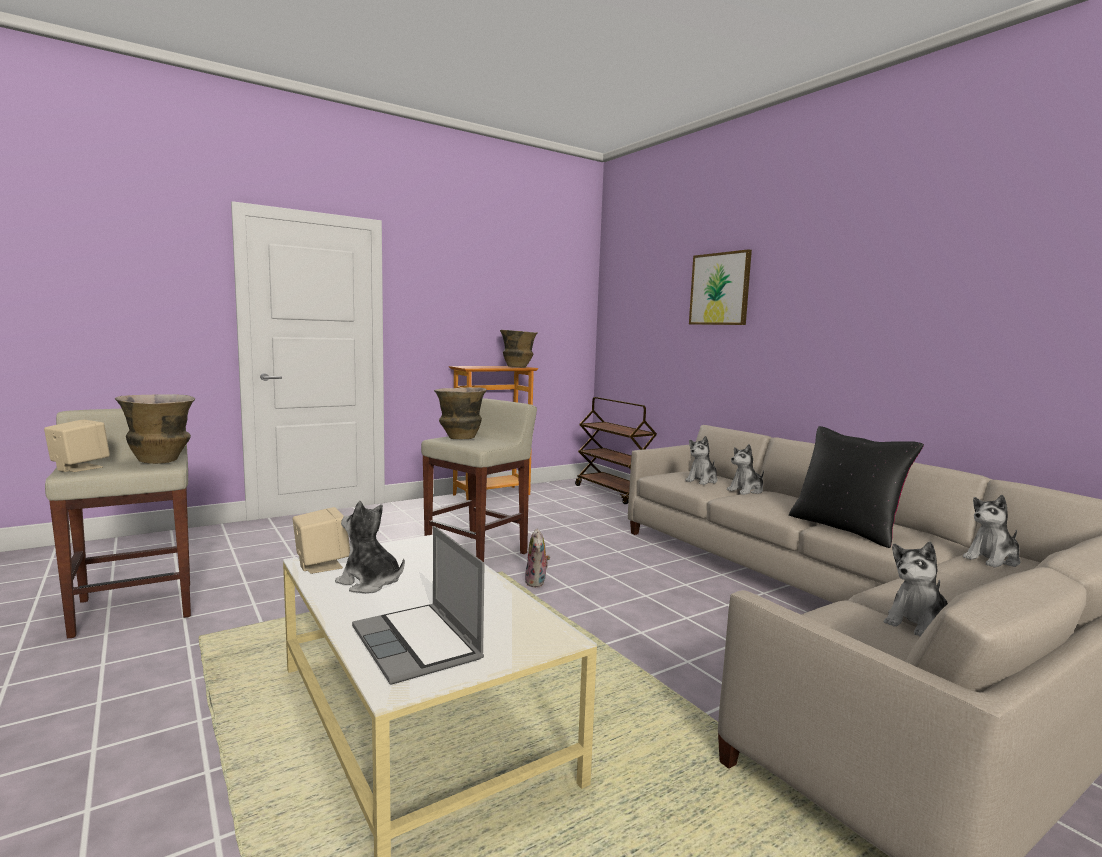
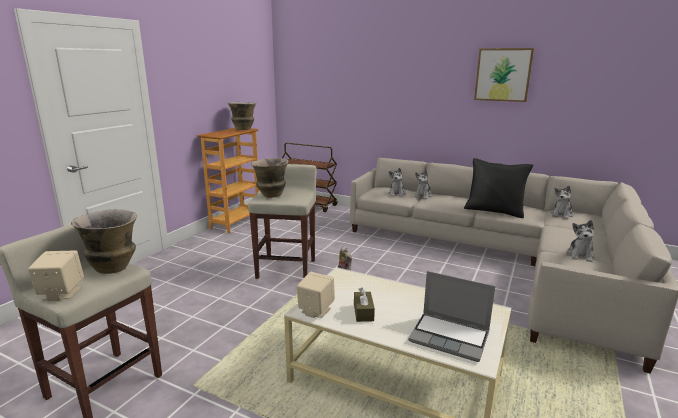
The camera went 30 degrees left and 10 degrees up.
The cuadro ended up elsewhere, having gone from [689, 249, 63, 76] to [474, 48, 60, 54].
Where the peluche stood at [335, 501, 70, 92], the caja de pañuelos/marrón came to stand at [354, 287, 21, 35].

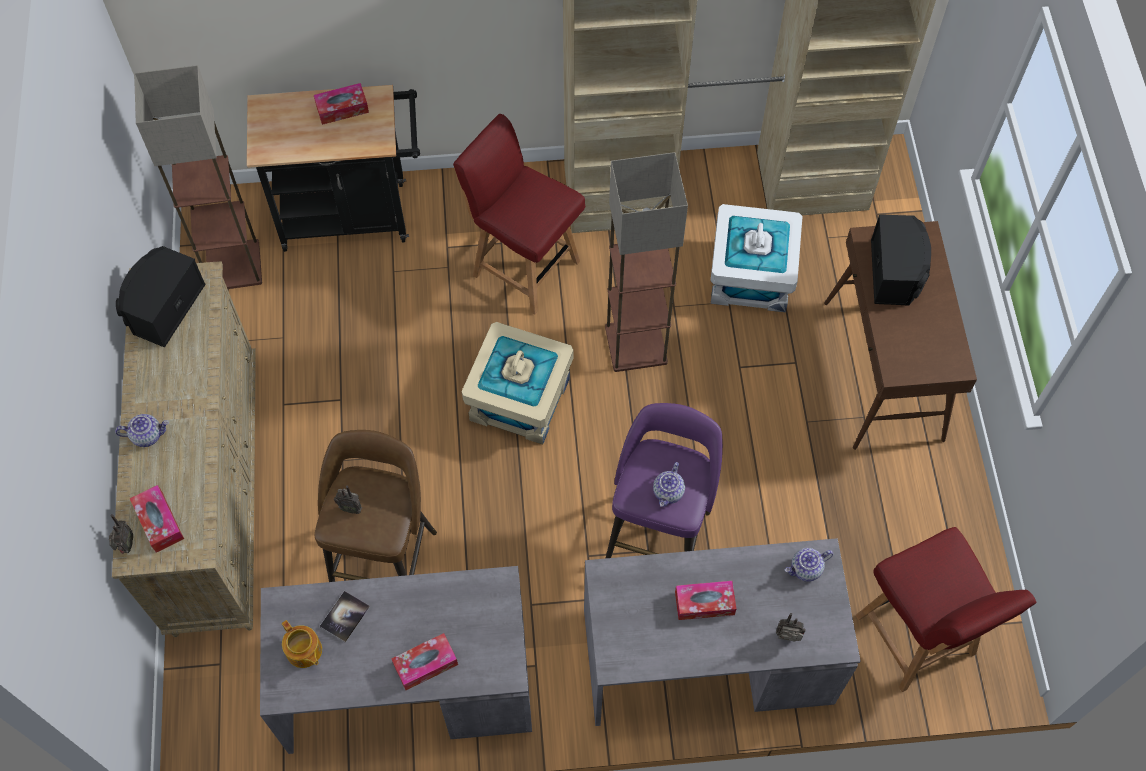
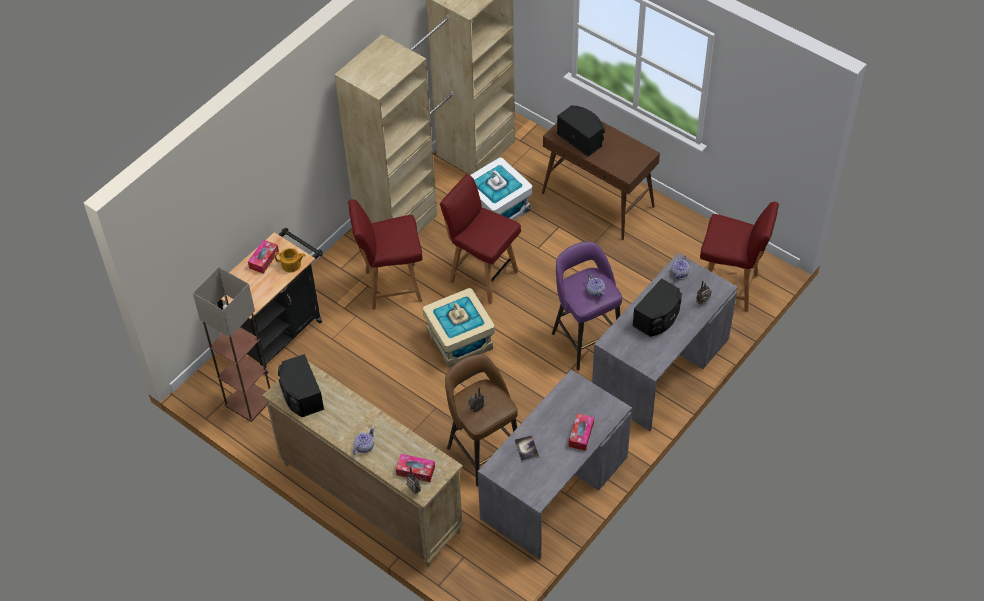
The camera went 45 degrees left and 10 degrees down.
Where the lámpara de pie stood at [605, 152, 83, 220], the silla/rojo came to stand at [440, 174, 81, 130].
Where the caja de pañuelos stood at [675, 581, 62, 39], the altavoz/negro came to stand at [632, 278, 50, 59].
The tetera ended up elsewhere, having gone from [282, 620, 40, 48] to [275, 248, 31, 25].

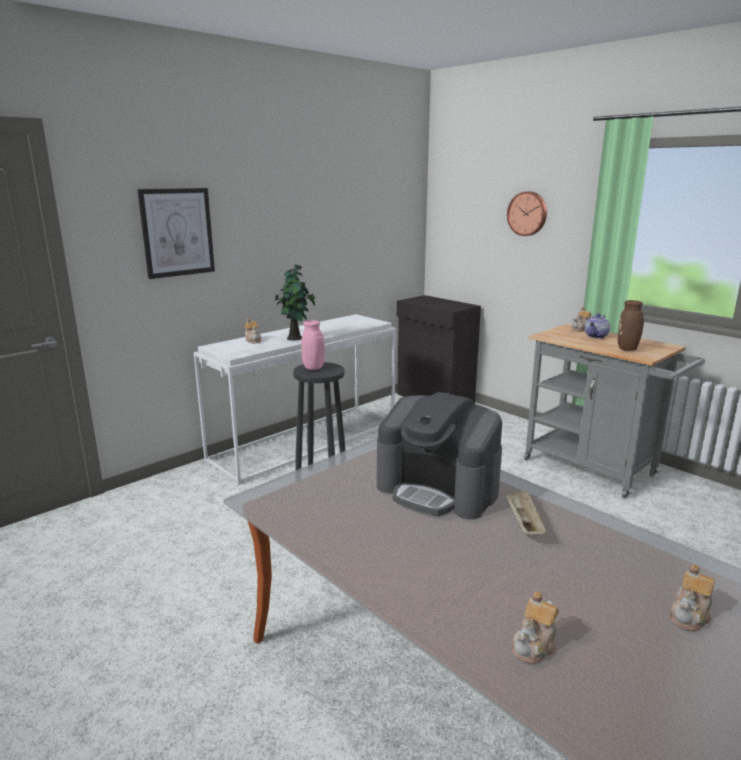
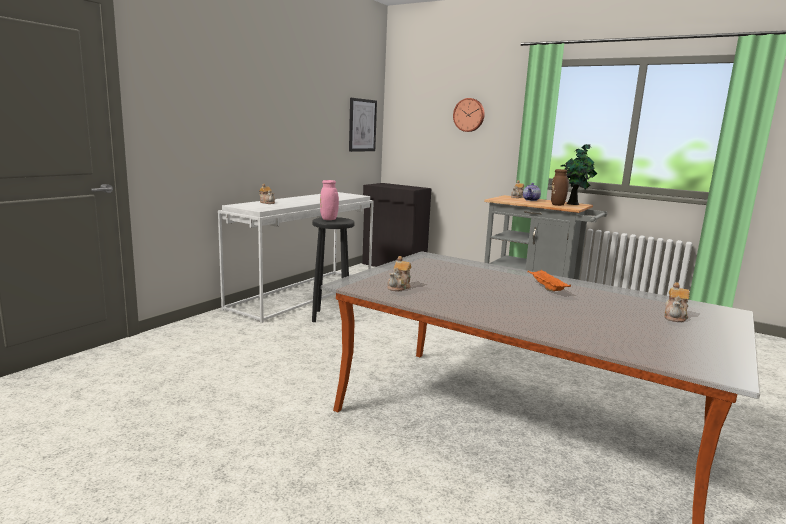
The camera went 15 degrees left and 5 degrees down.
The cuadro ended up elsewhere, having gone from [137, 188, 78, 91] to [349, 98, 28, 54].
The planta en maceta ended up elsewhere, having gone from [275, 264, 40, 76] to [561, 144, 36, 61].
The second view lost the cafetera at [377, 392, 125, 127].
What was the bandeja/beis at [505, 490, 42, 46] turned into the bandeja/naranja at [528, 270, 43, 21].
The tetera ended up elsewhere, having gone from [512, 591, 47, 73] to [387, 256, 24, 35].

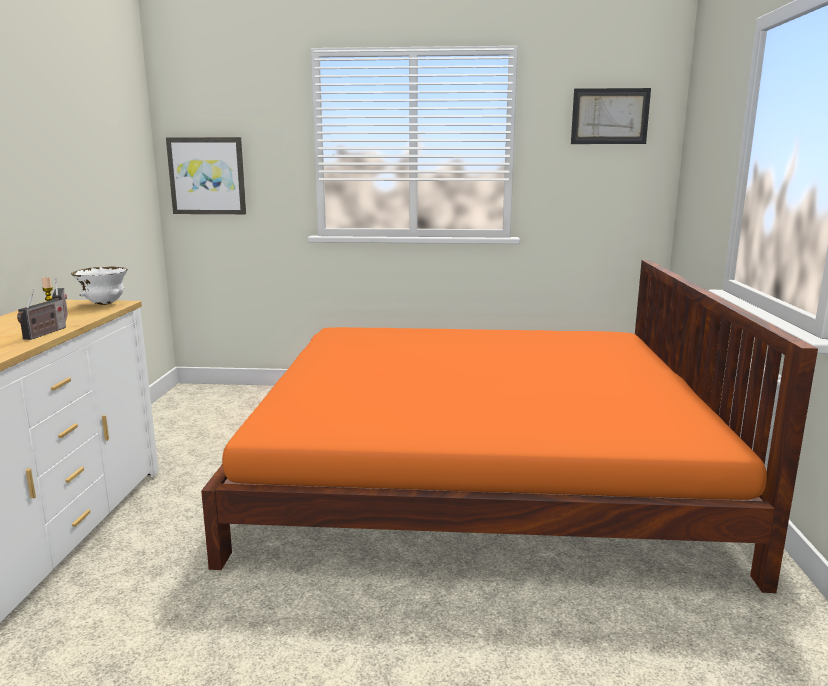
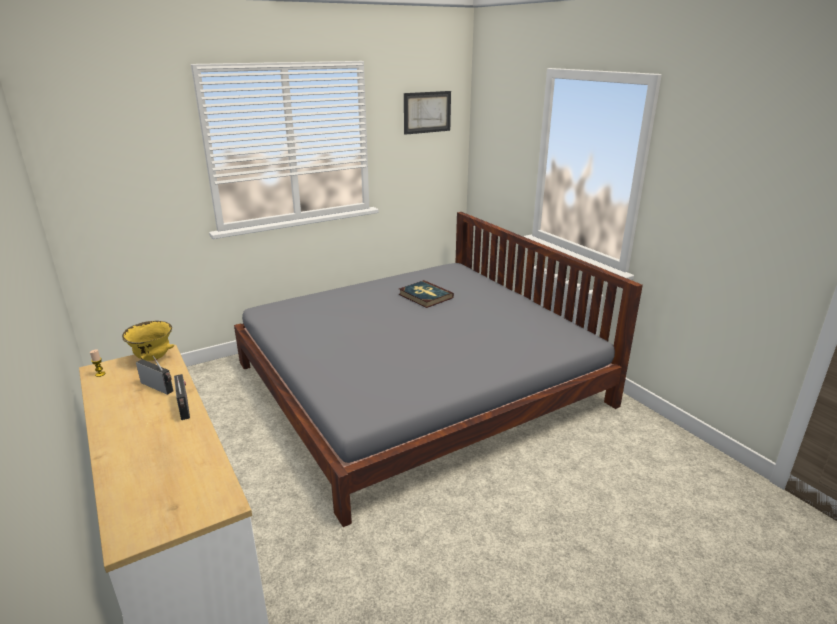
The camera went 35 degrees left and 10 degrees up.
The second view lost the cuadro at [166, 137, 80, 77].
What was the cama/naranja at [201, 260, 617, 333] turned into the cama/gris at [234, 212, 409, 315].
What was the cuenco/blanco at [71, 267, 57, 38] turned into the cuenco/amarillo at [122, 321, 52, 40].
The second view gained the libro at [399, 280, 55, 28].

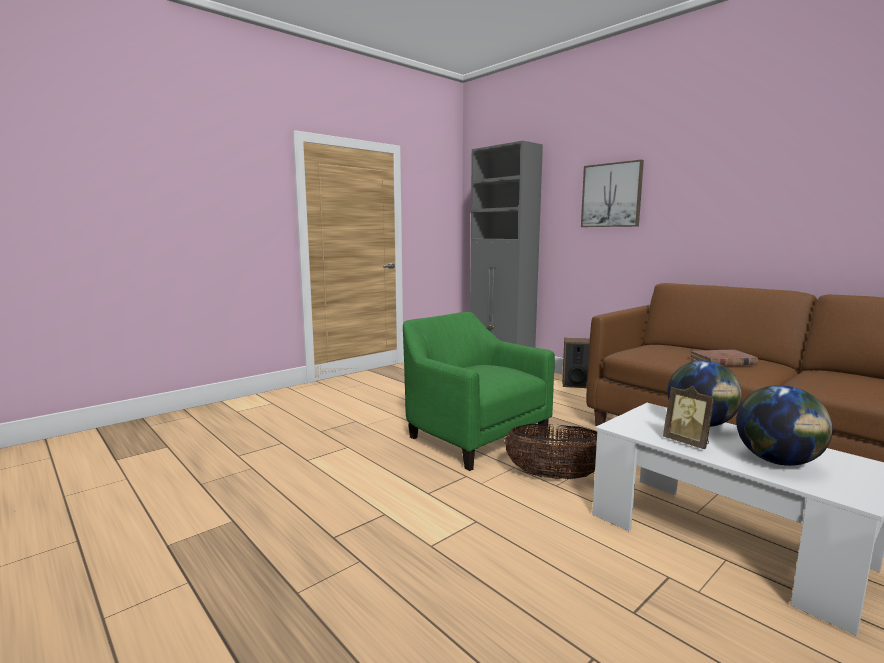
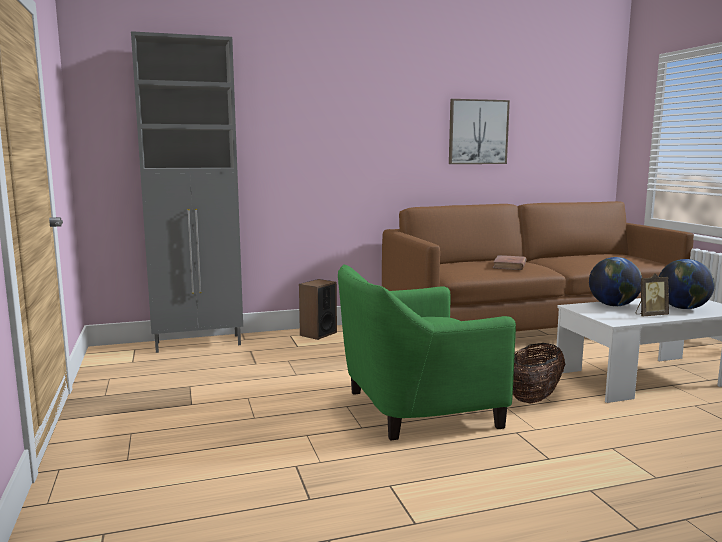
The camera went 65 degrees left and 0 degrees up.
The cuadro ended up elsewhere, having gone from [581, 160, 63, 67] to [449, 99, 61, 65].

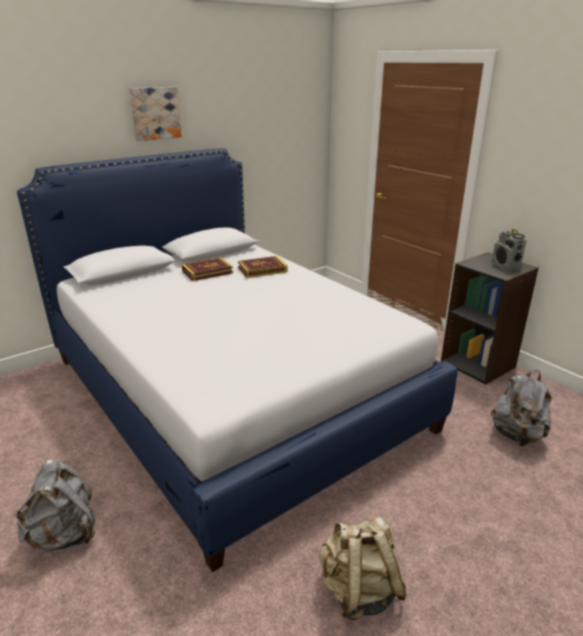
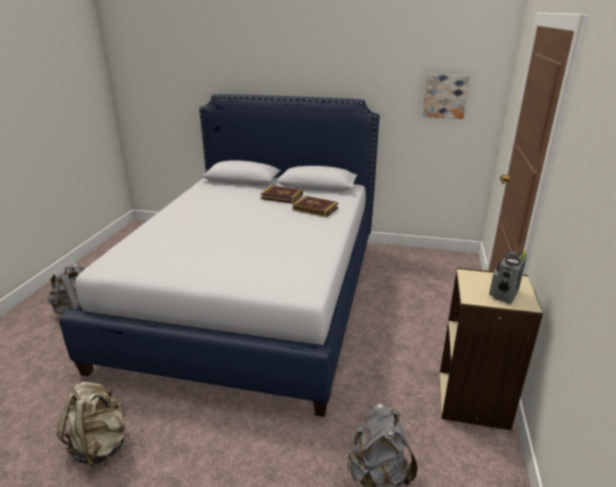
The camera went 50 degrees right and 0 degrees up.
The cuadro ended up elsewhere, having gone from [129, 87, 53, 54] to [422, 75, 48, 44].
What was the estantería/negro at [441, 252, 98, 133] turned into the estantería/beis at [440, 268, 103, 162].

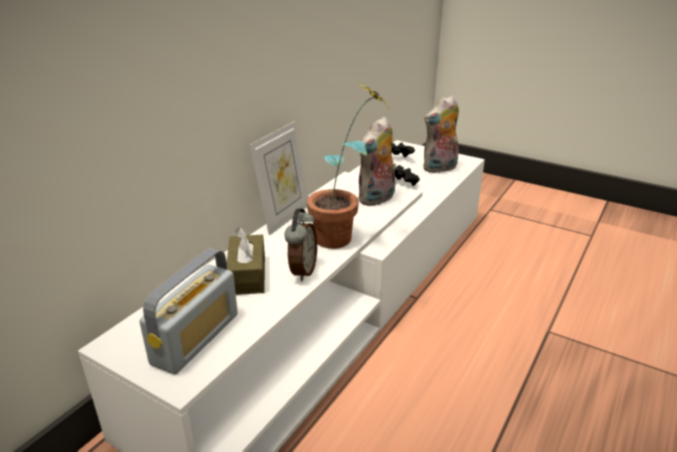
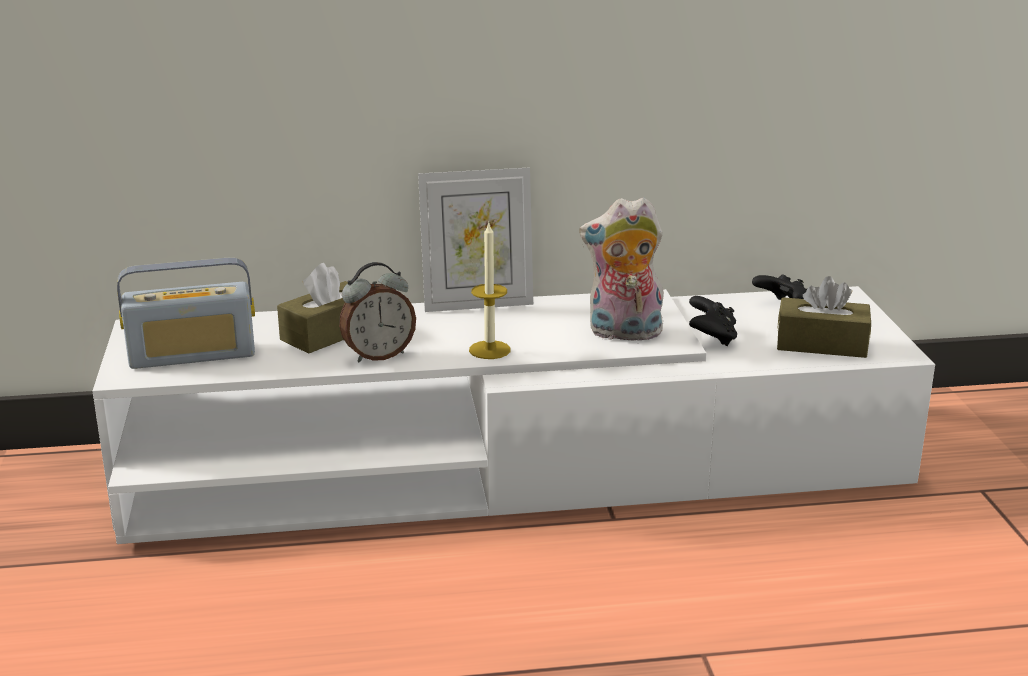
The camera went 50 degrees right and 5 degrees down.
Where the planta en maceta stood at [307, 82, 83, 167], the vela came to stand at [469, 223, 42, 136].
Where the peluche stood at [423, 95, 36, 78], the caja de pañuelos/marrón came to stand at [777, 276, 94, 82].

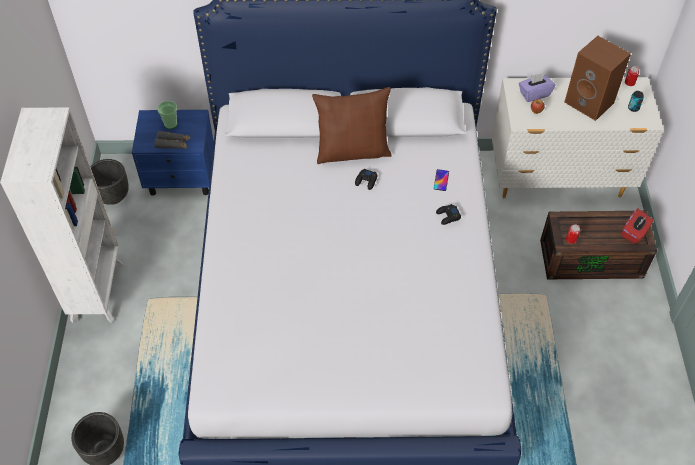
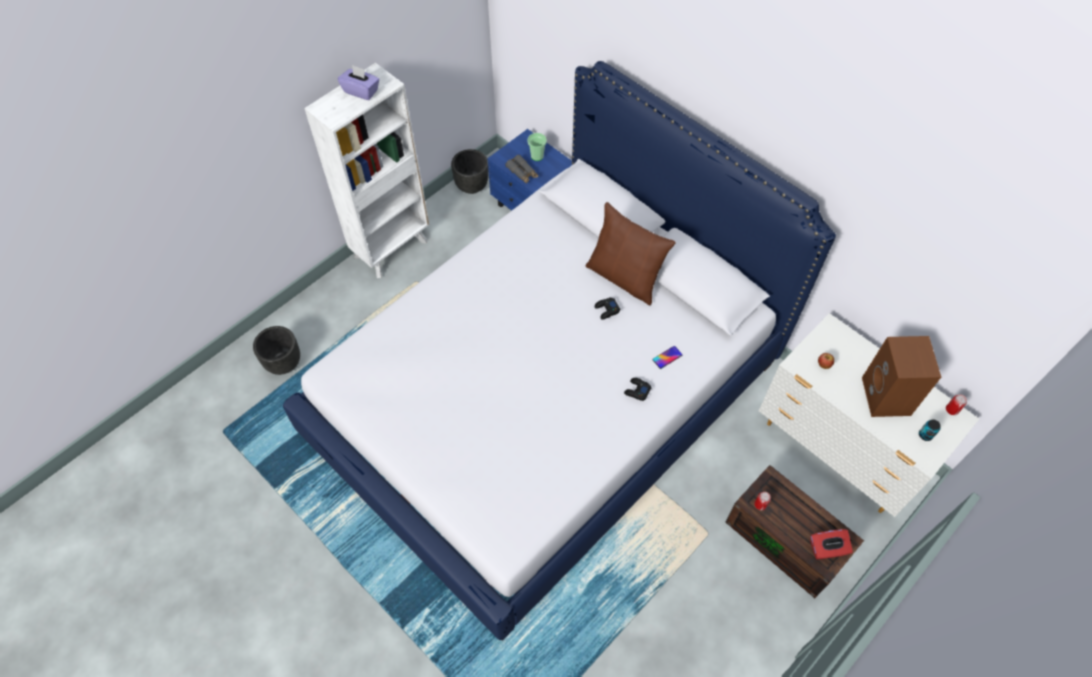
The camera went 45 degrees right and 5 degrees up.
The caja de pañuelos/morado ended up elsewhere, having gone from [519, 73, 36, 29] to [338, 65, 42, 35].

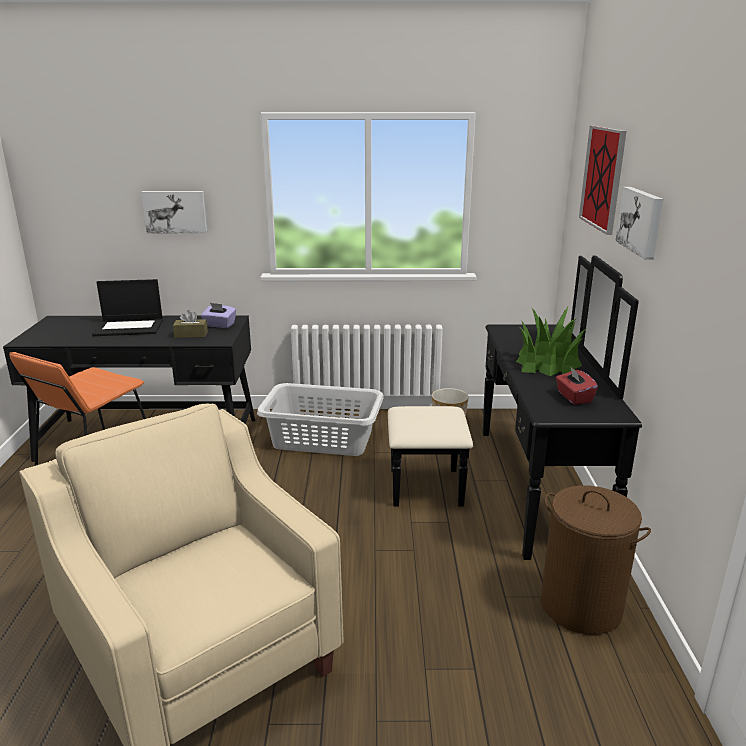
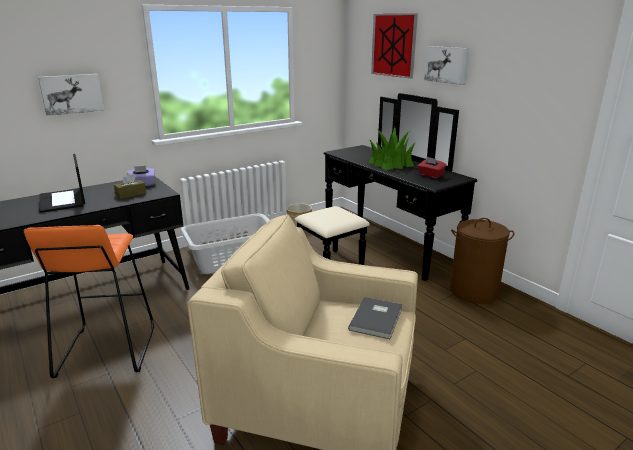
The camera went 35 degrees left and 0 degrees up.
The portátil at [92, 279, 71, 57] ended up facing another way, 105 degrees clockwise from before.
The second view gained the libro/gris at [348, 297, 54, 42].

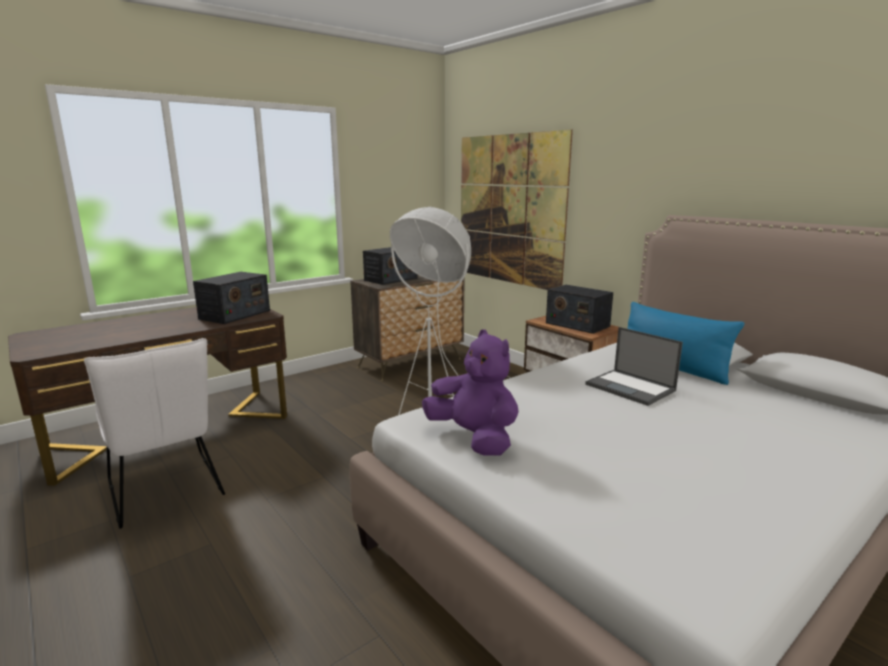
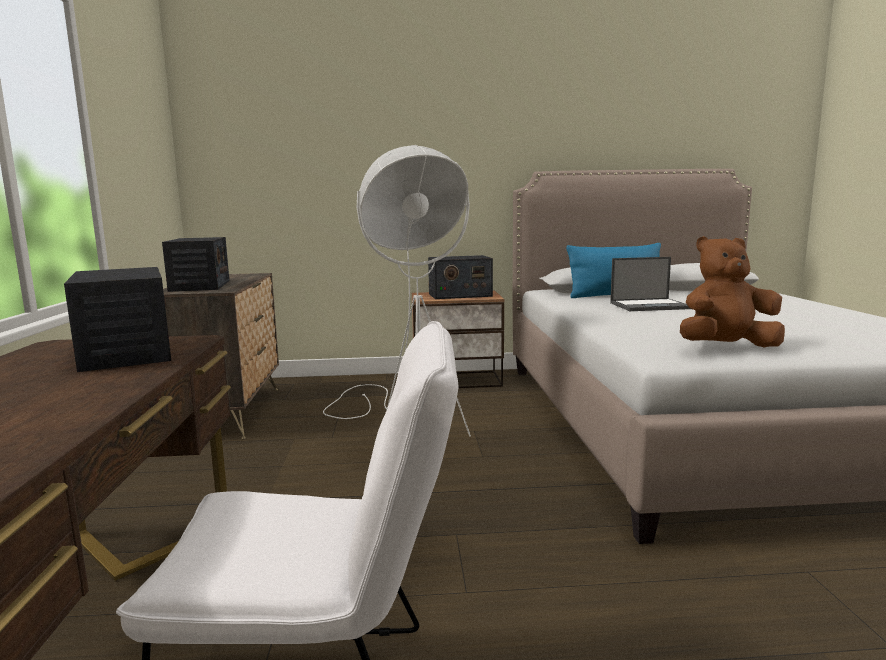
The camera went 55 degrees left and 5 degrees down.
The second view lost the cuadro at [461, 130, 112, 160].
What was the peluche/morado at [422, 330, 97, 126] turned into the peluche/marrón at [680, 236, 105, 112].

